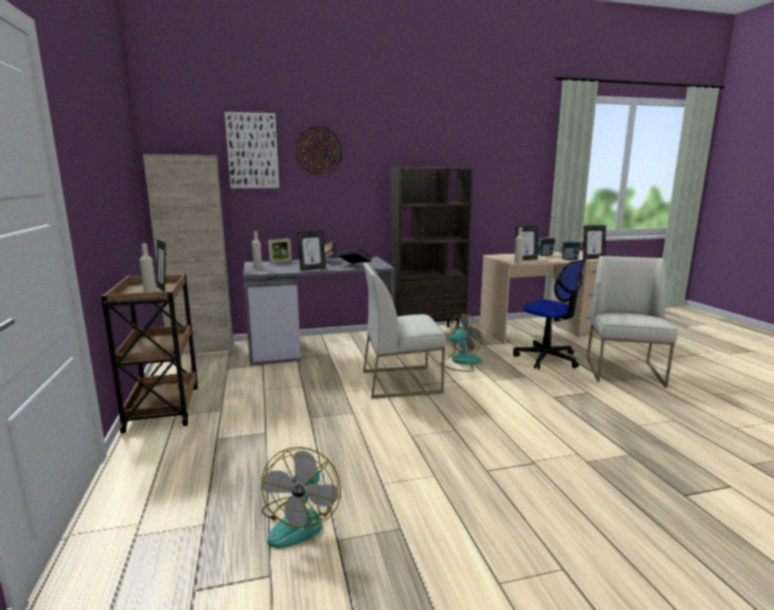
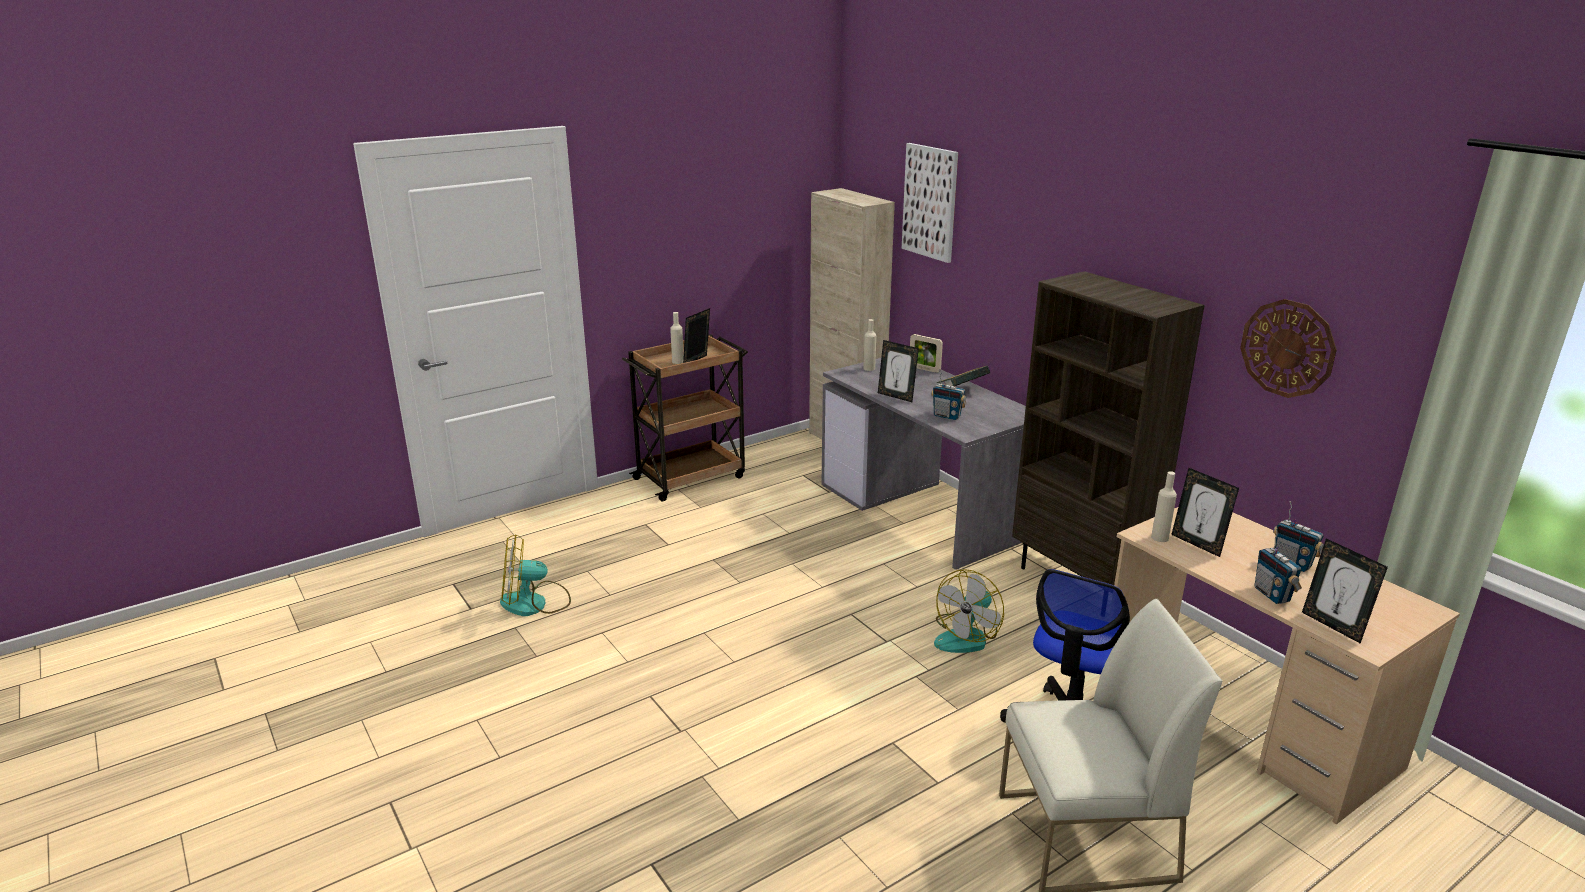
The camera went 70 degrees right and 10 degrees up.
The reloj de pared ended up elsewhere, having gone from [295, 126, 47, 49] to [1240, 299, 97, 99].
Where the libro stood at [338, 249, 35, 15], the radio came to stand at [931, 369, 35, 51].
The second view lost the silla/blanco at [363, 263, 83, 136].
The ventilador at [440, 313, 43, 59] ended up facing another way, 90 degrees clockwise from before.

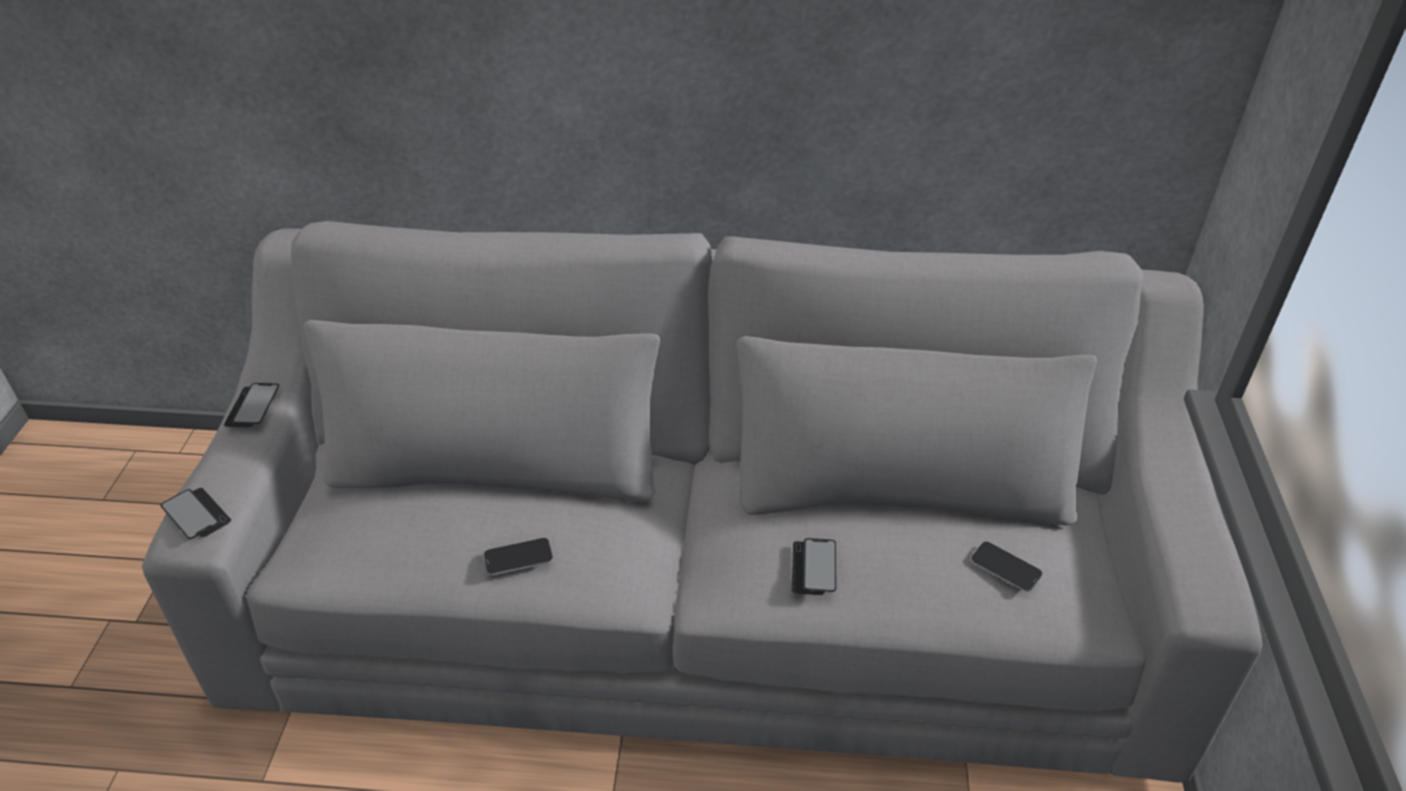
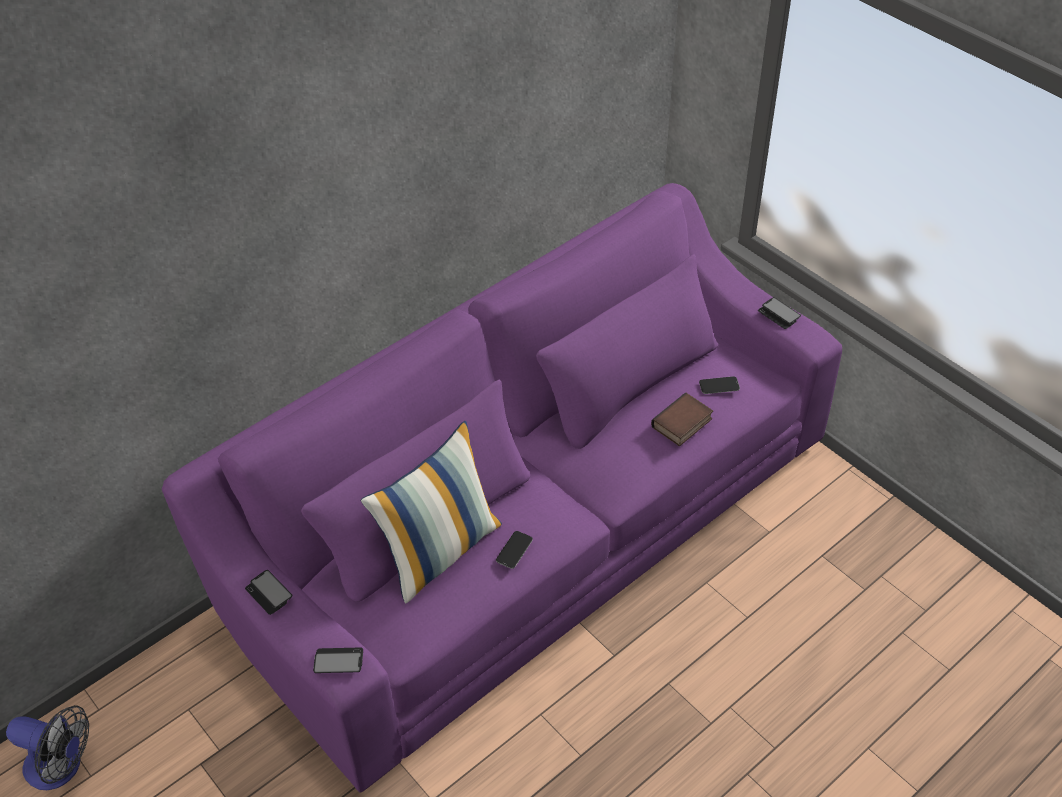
The camera went 45 degrees left and 5 degrees up.
What was the sofá/gris at [142, 221, 1121, 562] turned into the sofá/morado at [162, 183, 680, 610].
The móvil ended up elsewhere, having gone from [792, 538, 44, 57] to [758, 297, 43, 32].
The second view gained the libro at [651, 392, 62, 54].
The second view gained the cojín at [361, 421, 141, 182].
The second view gained the ventilador at [6, 705, 83, 85].

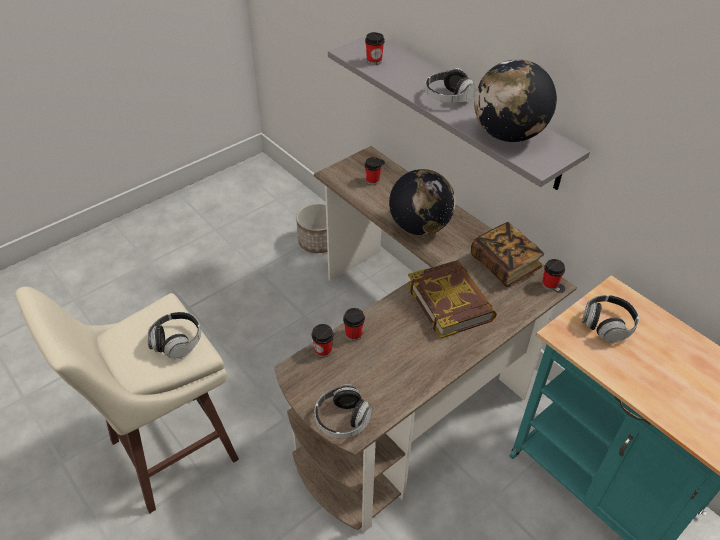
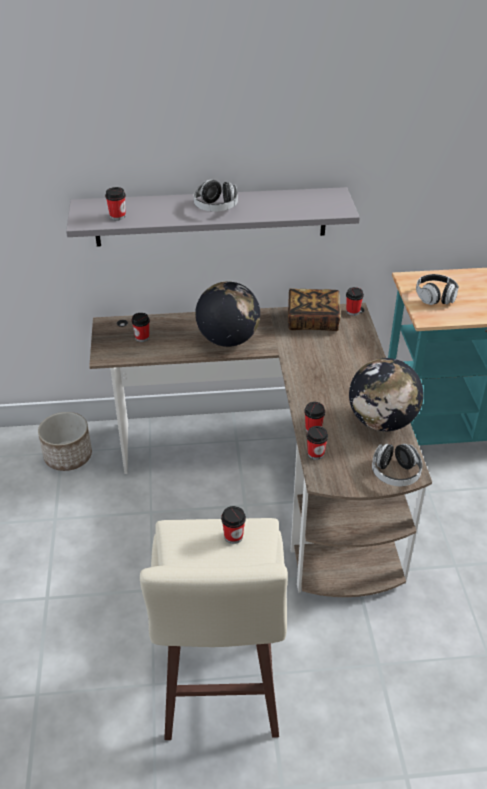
The camera went 55 degrees left and 5 degrees down.
The globo terráqueo ended up elsewhere, having gone from [474, 59, 83, 83] to [349, 358, 75, 73].
The second view lost the libro at [407, 260, 90, 79].
Where the auriculares stood at [147, 312, 54, 47], the taza came to stand at [221, 506, 25, 38].

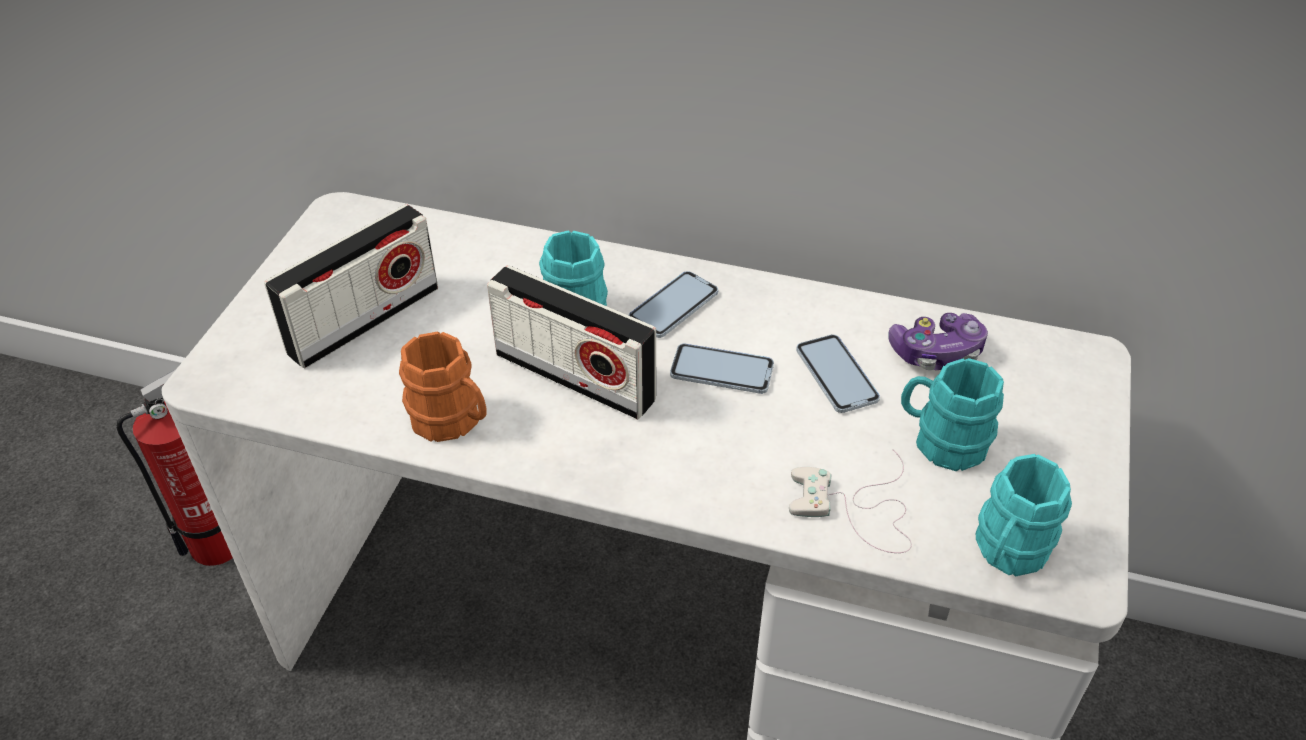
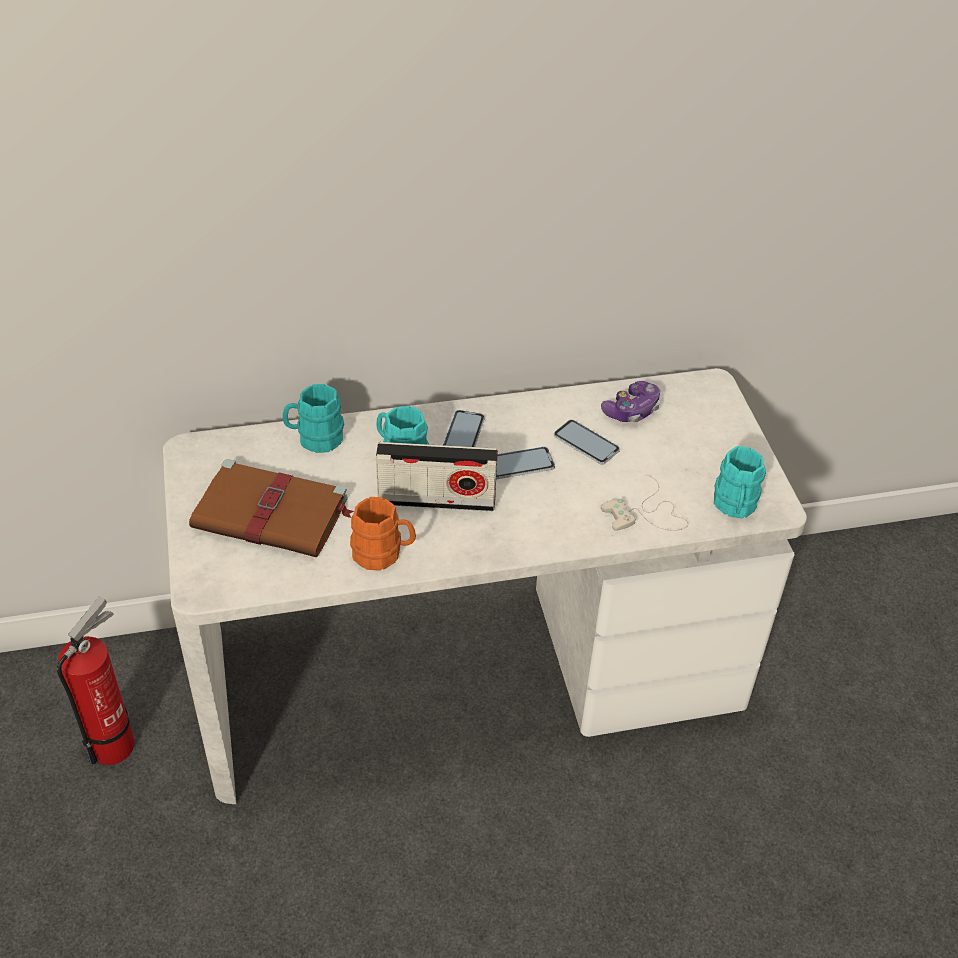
The camera went 30 degrees left and 0 degrees up.
Where the radio stood at [264, 204, 174, 164], the libro/marrón came to stand at [189, 459, 165, 99].
The taza grande/turquesa ended up elsewhere, having gone from [901, 358, 103, 113] to [283, 384, 61, 69].

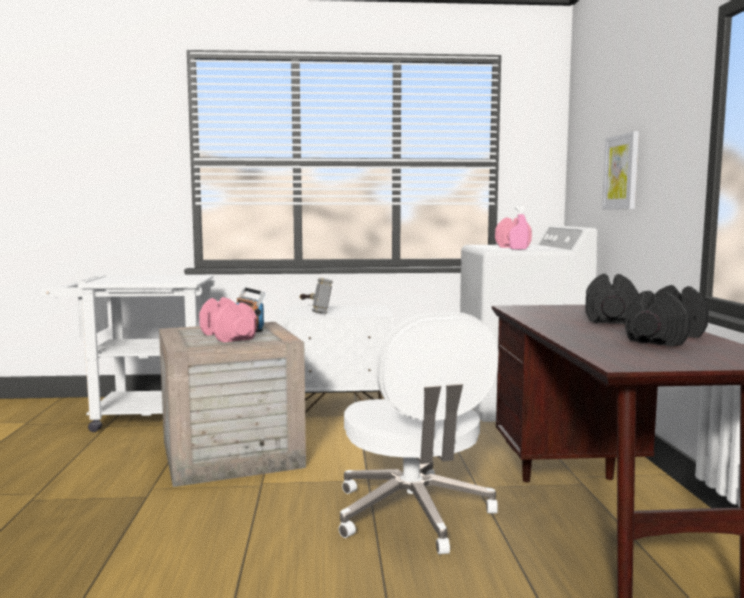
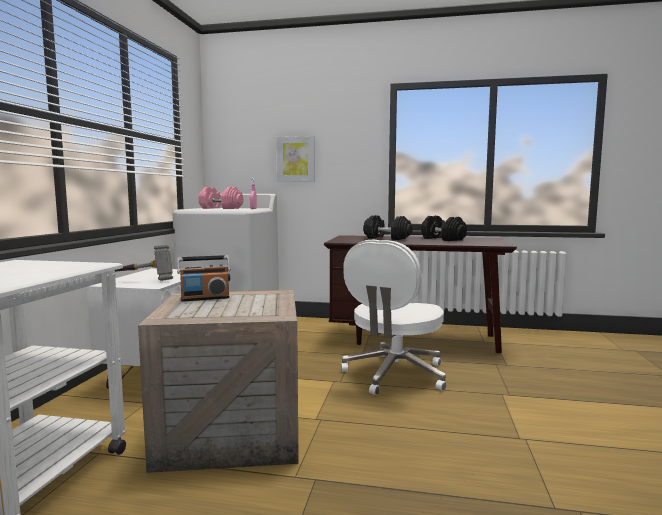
The camera went 75 degrees left and 0 degrees up.
The second view lost the mancuerna/rosa at [199, 297, 58, 45].
The silla de oficina/blanco at [339, 312, 159, 242] ended up facing another way, 120 degrees clockwise from before.

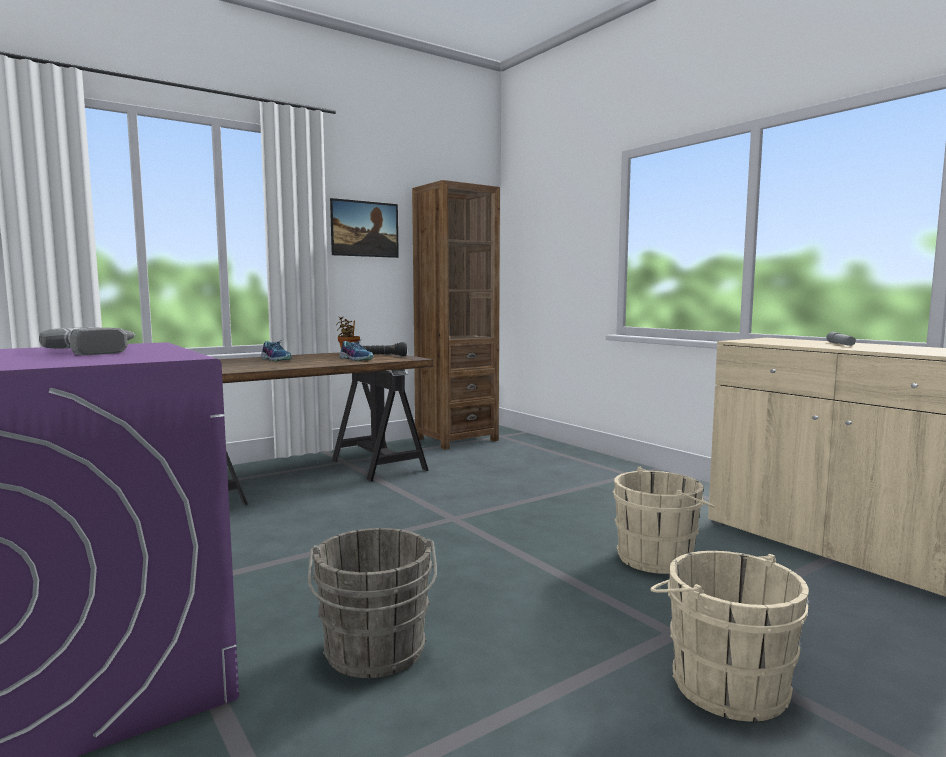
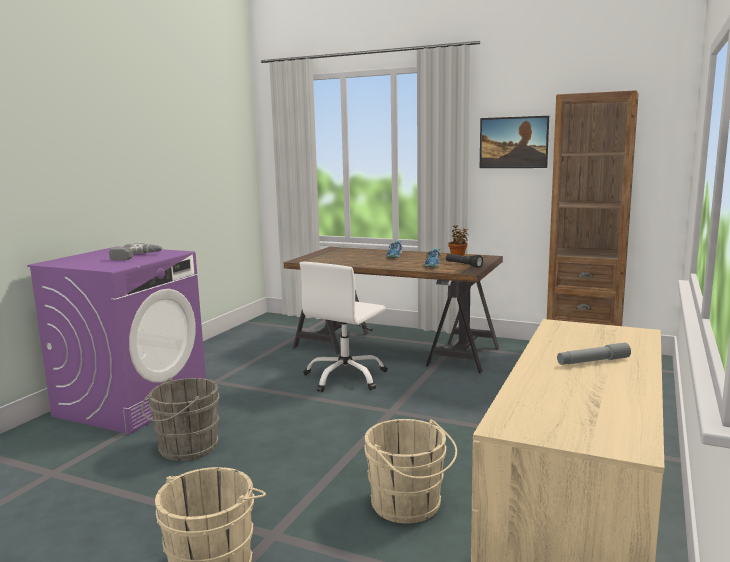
The camera went 60 degrees right and 5 degrees up.
The second view gained the silla de oficina/blanco at [300, 262, 88, 130].

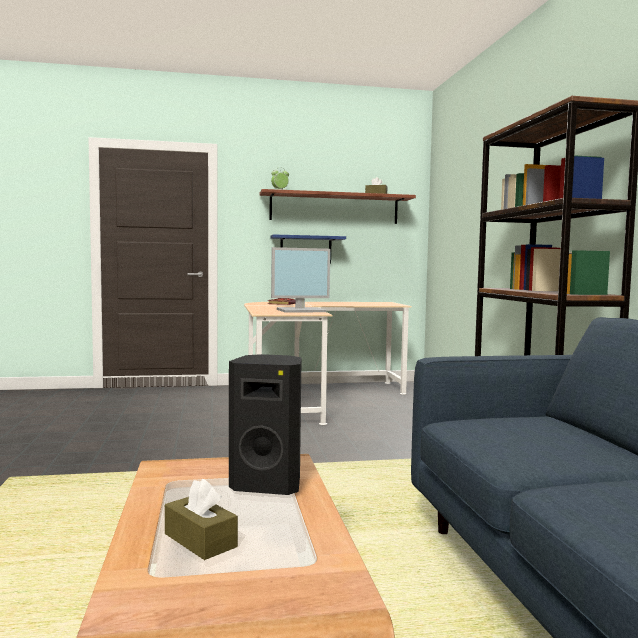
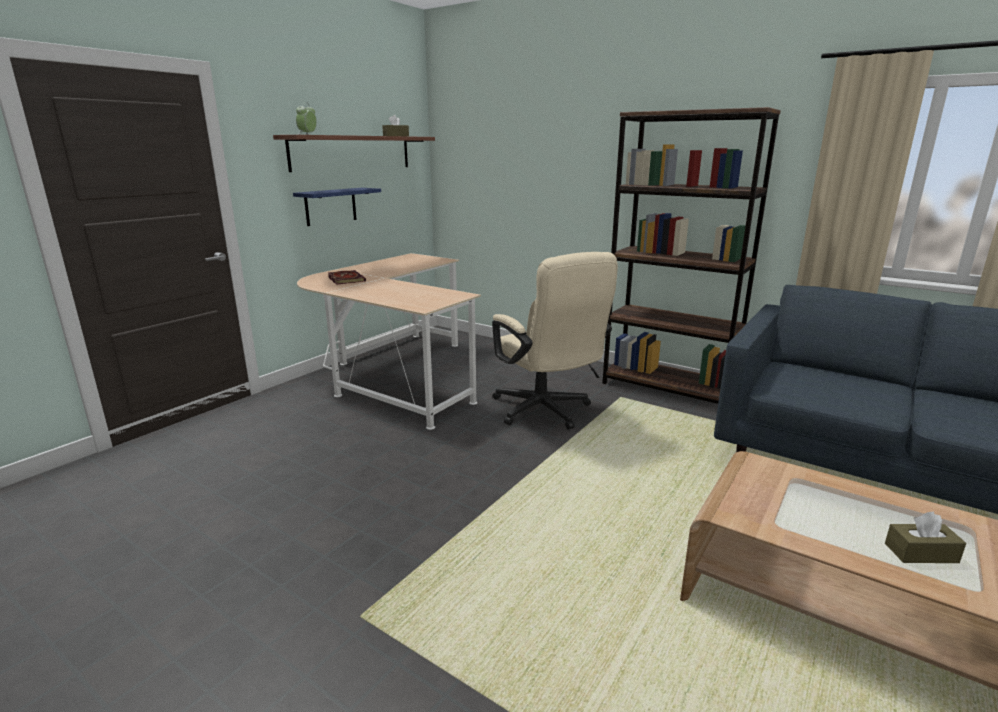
The camera went 45 degrees left and 15 degrees up.
The second view lost the monitor at [271, 247, 60, 66].
The second view lost the altavoz/negro at [229, 354, 73, 141].
The second view gained the silla de oficina/beis at [492, 252, 126, 178].

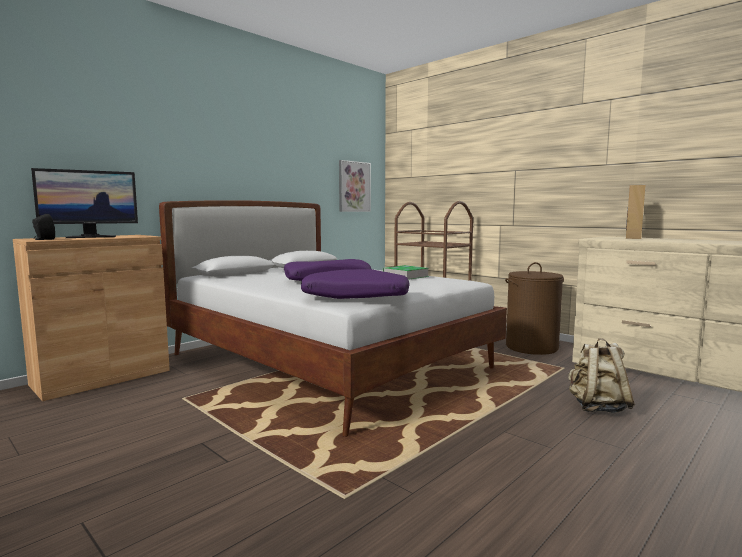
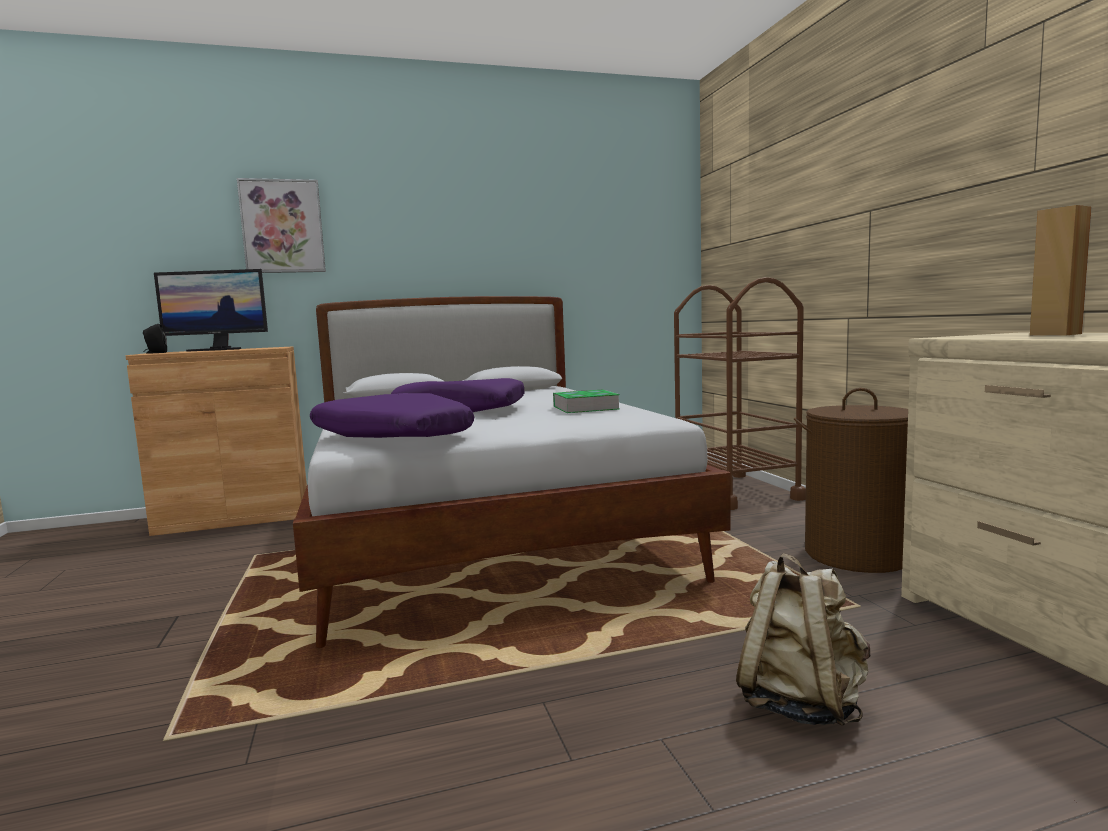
The camera went 30 degrees right and 0 degrees up.
The cuadro ended up elsewhere, having gone from [339, 160, 32, 52] to [237, 178, 89, 95].

